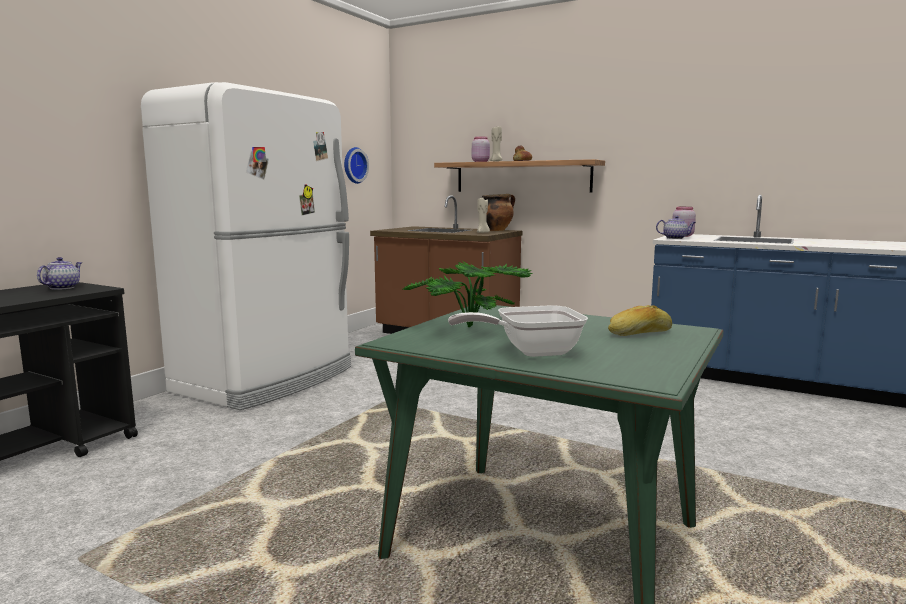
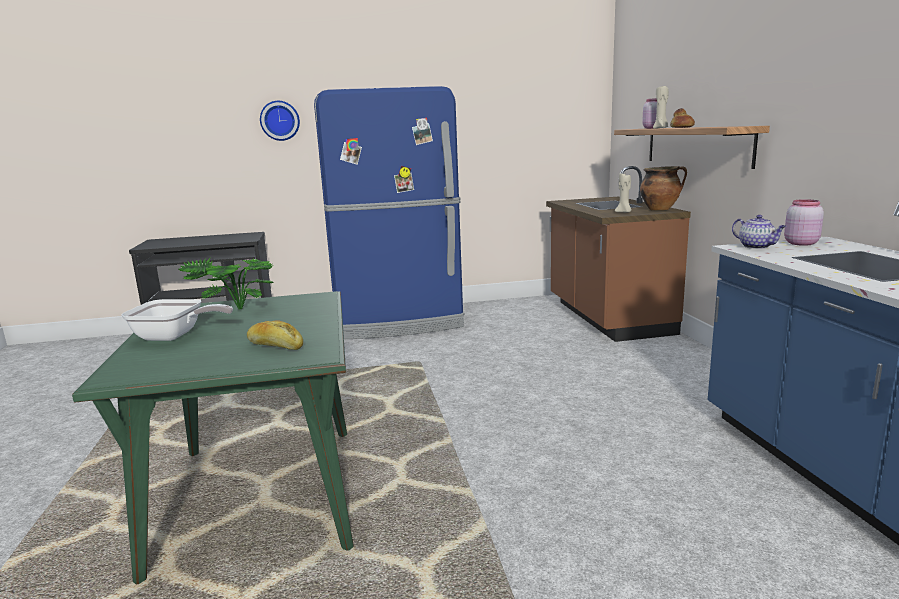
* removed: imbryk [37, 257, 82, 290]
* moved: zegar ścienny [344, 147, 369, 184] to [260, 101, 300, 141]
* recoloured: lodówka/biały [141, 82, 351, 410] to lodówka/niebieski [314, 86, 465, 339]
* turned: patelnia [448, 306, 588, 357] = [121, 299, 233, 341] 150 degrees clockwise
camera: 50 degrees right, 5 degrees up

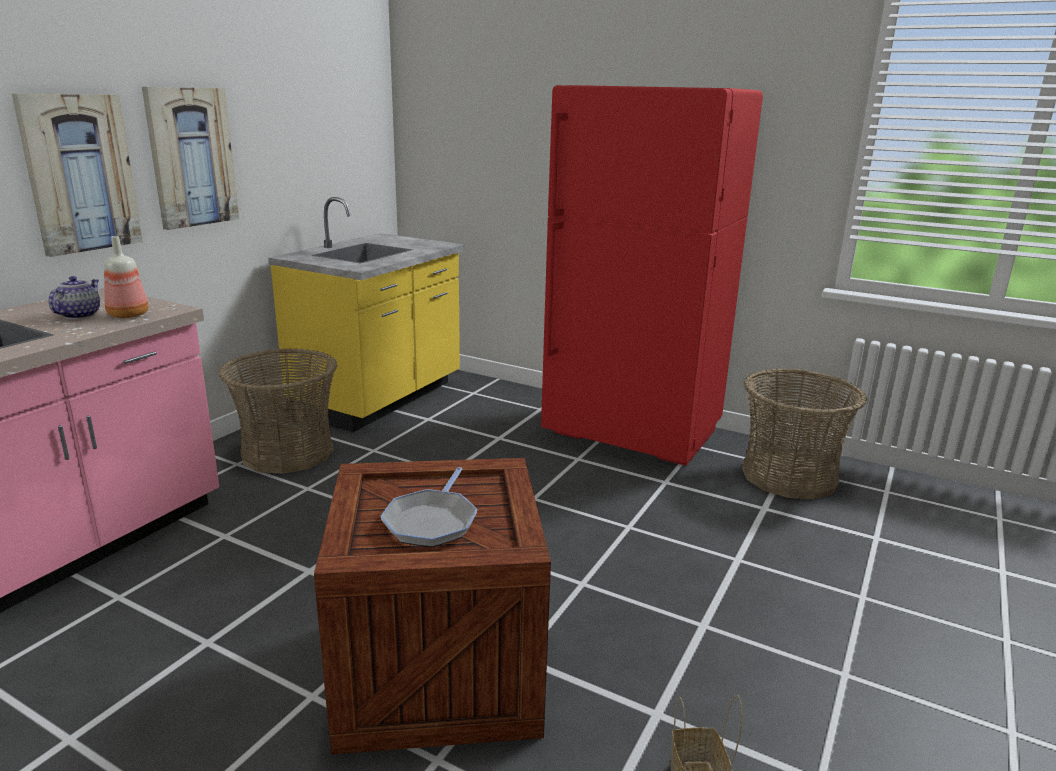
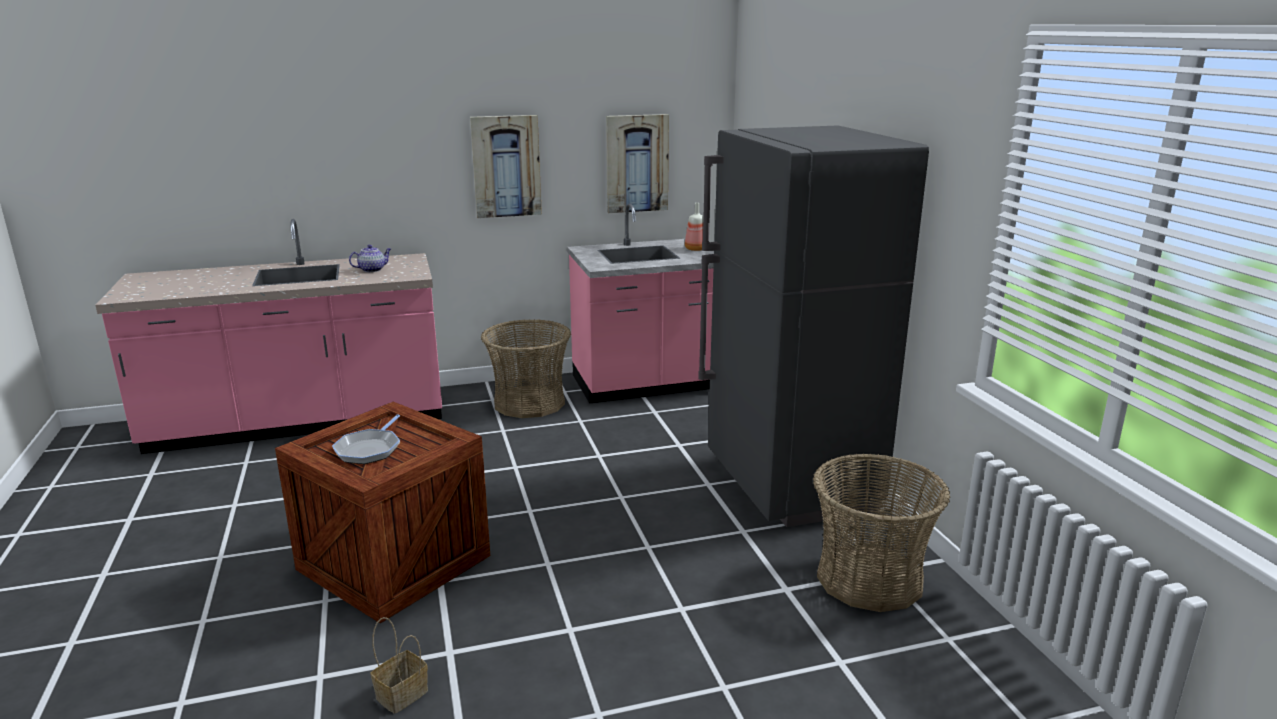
* moved: obraz [12, 94, 143, 257] to [606, 114, 669, 213]
* moved: butelka [104, 236, 148, 318] to [685, 203, 704, 251]
* recoloured: zabudowa kuchenna/żółty [268, 197, 465, 432] to zabudowa kuchenna/różowy [567, 203, 714, 404]
* recoloured: lodówka/czerwony [541, 85, 763, 466] to lodówka/szary [698, 125, 929, 527]
* turned: patelnia [380, 467, 477, 547] = [332, 414, 400, 464] 45 degrees counterclockwise
camera: 45 degrees right, 0 degrees up

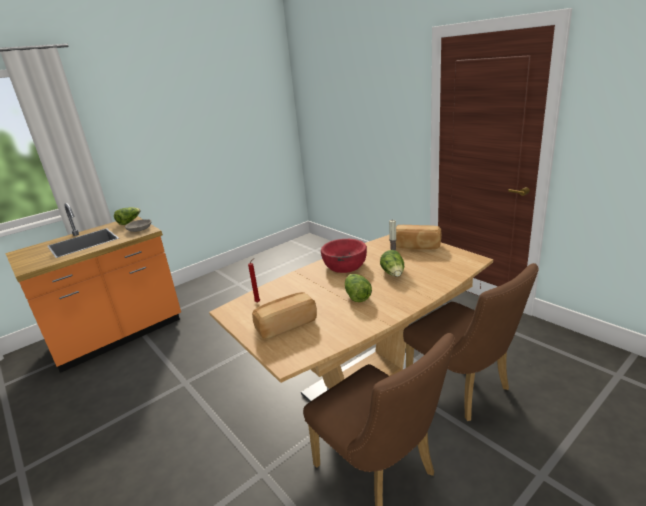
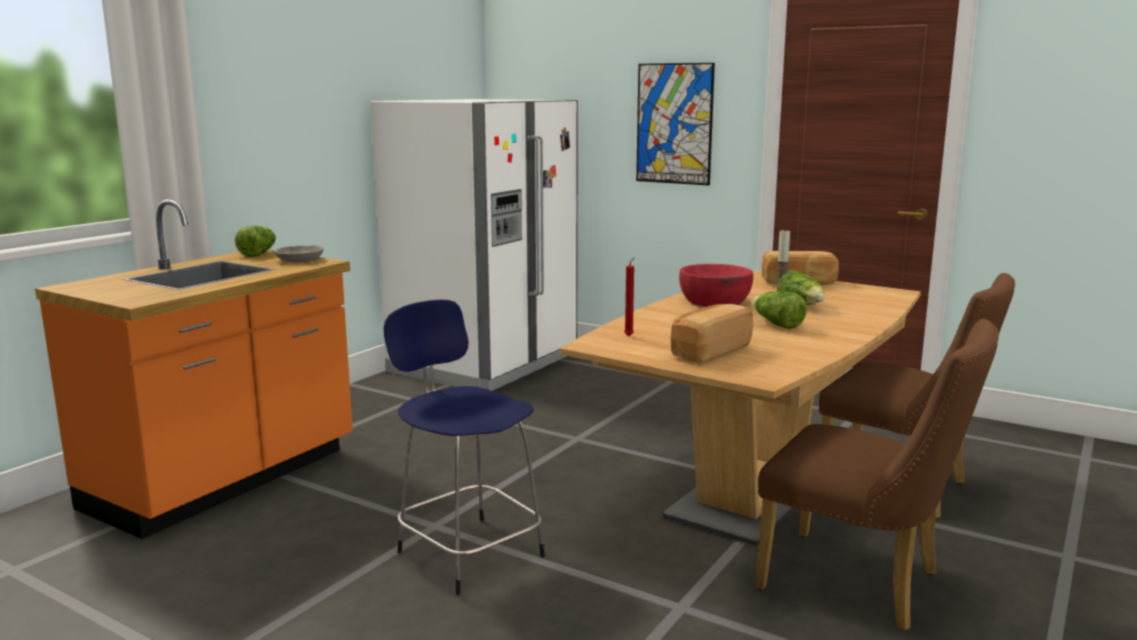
* added: lodówka/biały [371, 99, 578, 391]
* added: stołek/niebieski [384, 300, 545, 595]
* added: obraz [636, 63, 715, 186]
camera: 20 degrees left, 10 degrees down

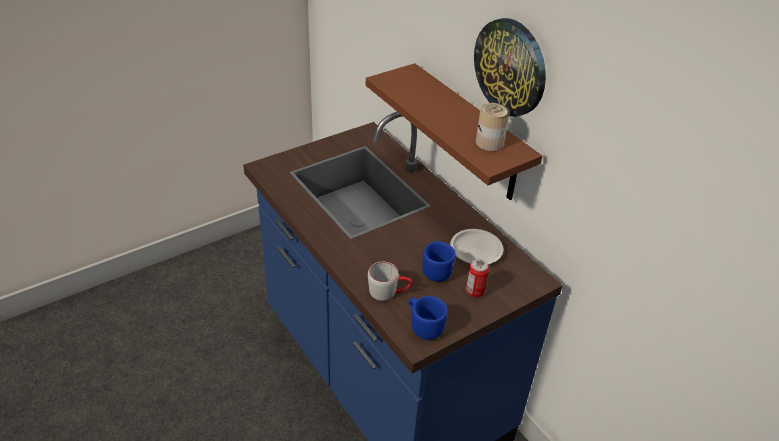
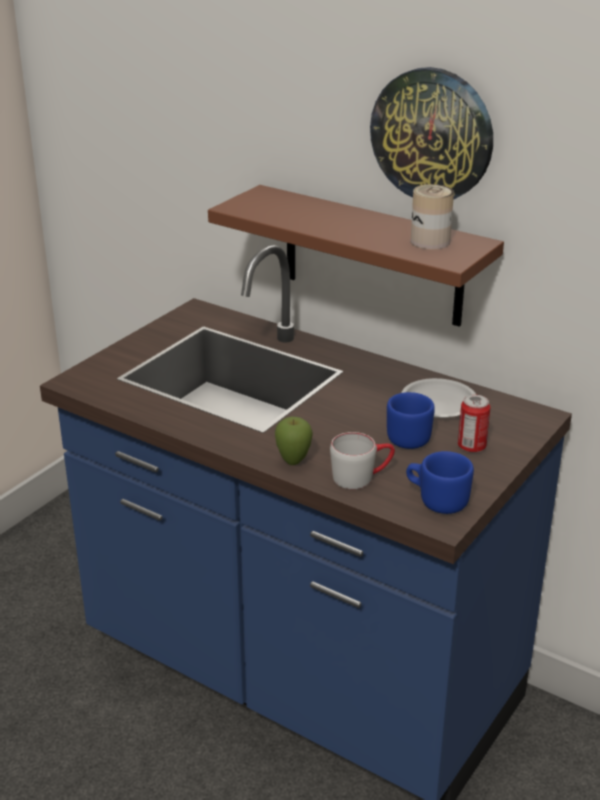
* added: jabłko [275, 417, 313, 465]
camera: 20 degrees left, 10 degrees down

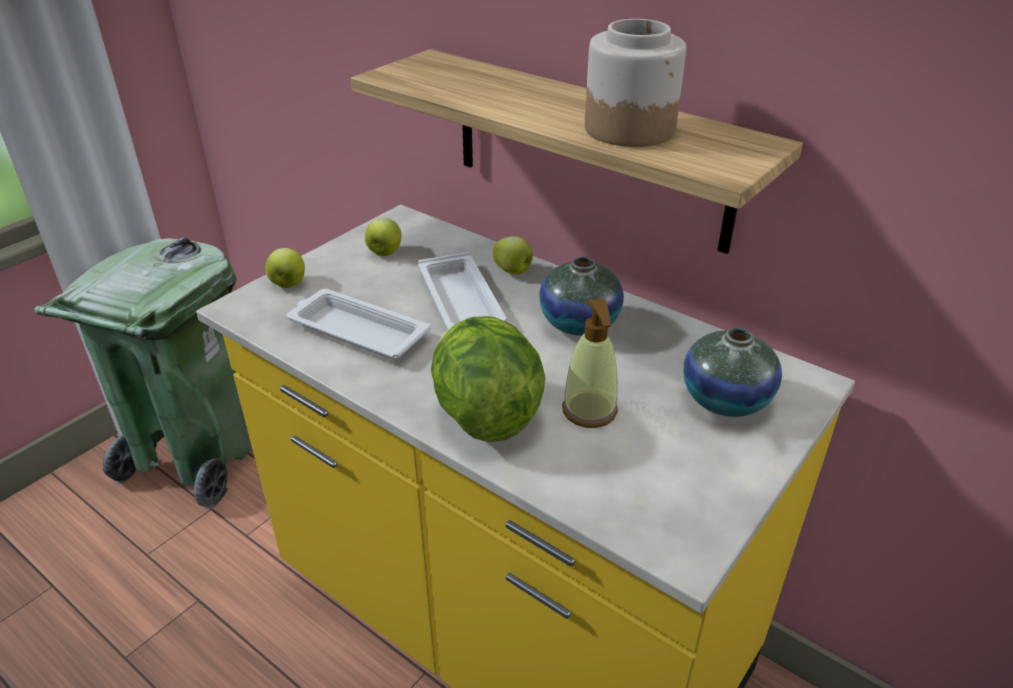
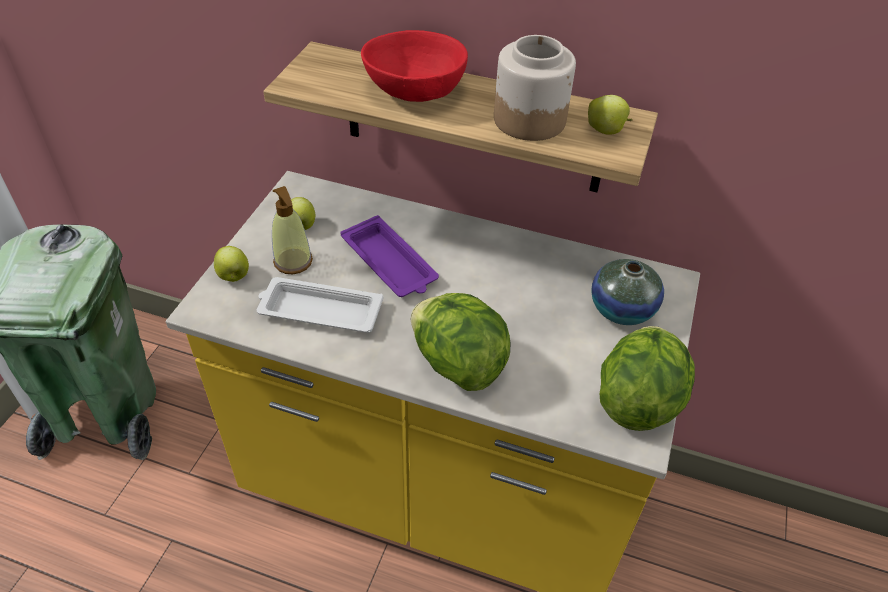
* removed: wazon [539, 257, 624, 336]
* added: miska/czerwony [361, 30, 468, 102]
* added: sałata [600, 326, 695, 431]
* moved: jabłko [493, 236, 533, 274] to [588, 95, 632, 135]
* moved: dozownik mydła [562, 299, 618, 428] to [272, 186, 313, 274]
* recoloured: taca/biały [418, 252, 506, 329] to taca/fioletowy [340, 215, 439, 297]
camera: 20 degrees left, 10 degrees up

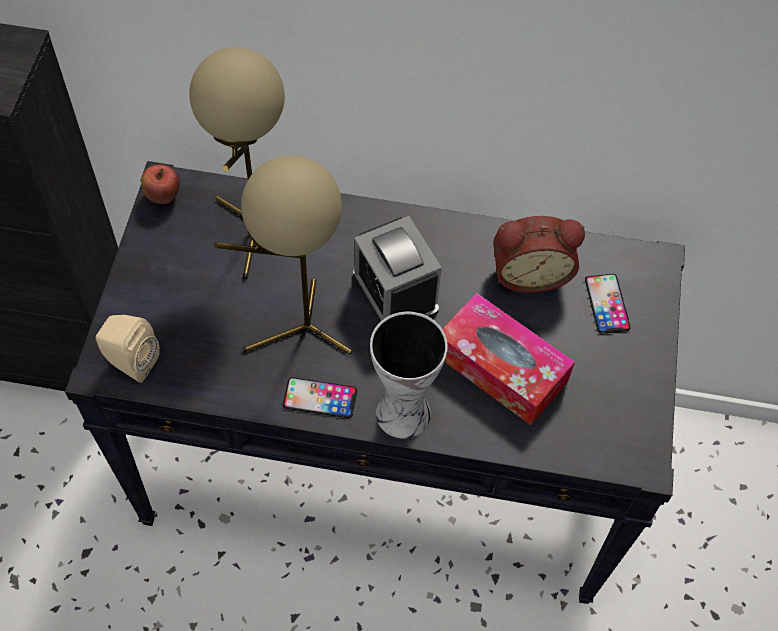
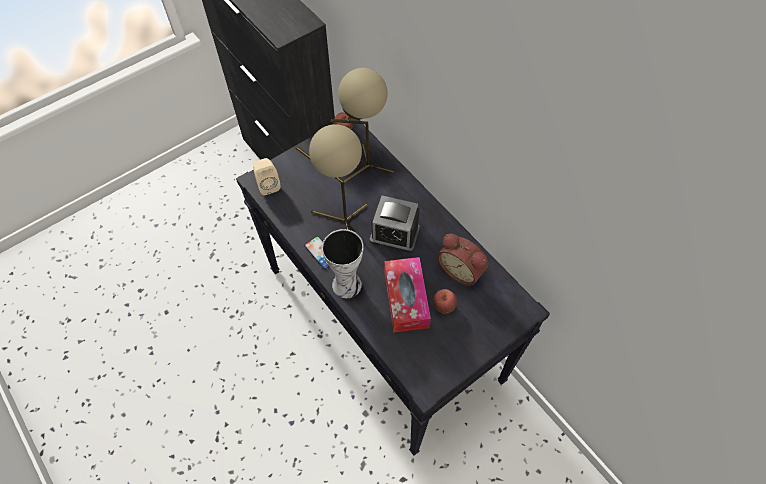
* removed: telefon [585, 274, 631, 334]
* added: jabłko [433, 289, 457, 314]
* turned: budzik [353, 216, 442, 322] = [370, 196, 420, 253] 90 degrees counterclockwise
camera: 45 degrees right, 0 degrees up

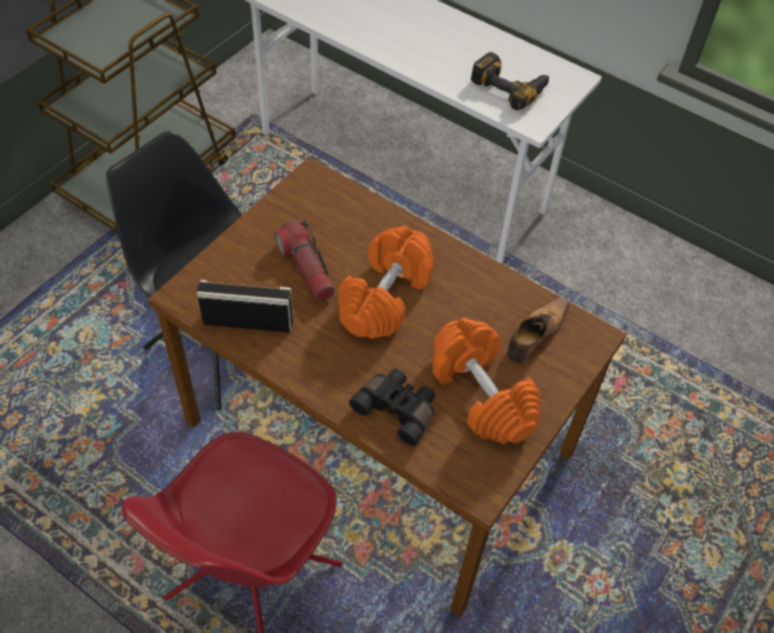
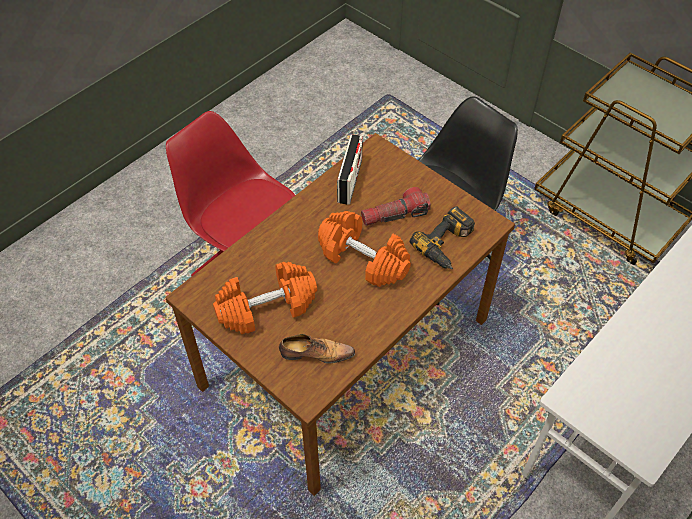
* removed: lornetka/czarny [349, 369, 435, 446]
* moved: wiertarka [471, 52, 549, 110] to [410, 206, 475, 269]
* turned: but [507, 298, 569, 363] = [279, 334, 355, 364] 45 degrees counterclockwise
camera: 100 degrees right, 0 degrees up

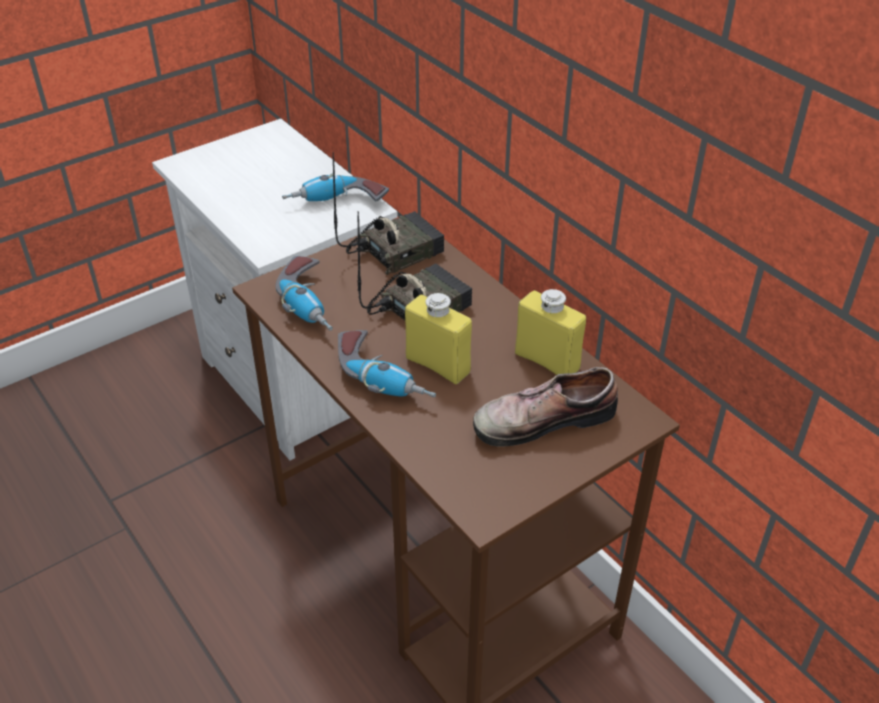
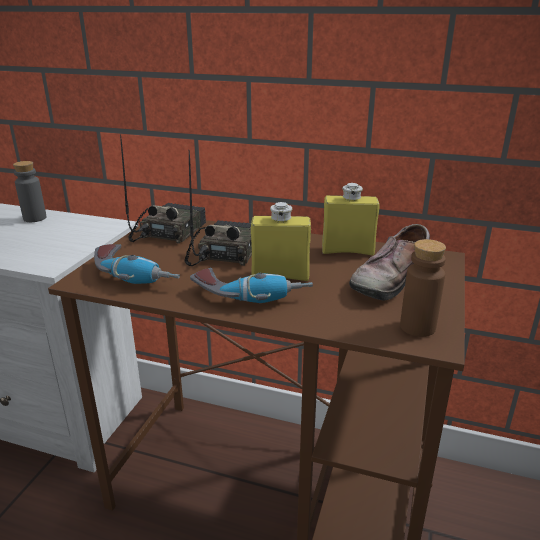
* removed: wiertarka [282, 173, 389, 201]
* added: butelka/szary [13, 161, 47, 222]
* added: butelka/brązowy [400, 239, 446, 337]
camera: 35 degrees left, 15 degrees down

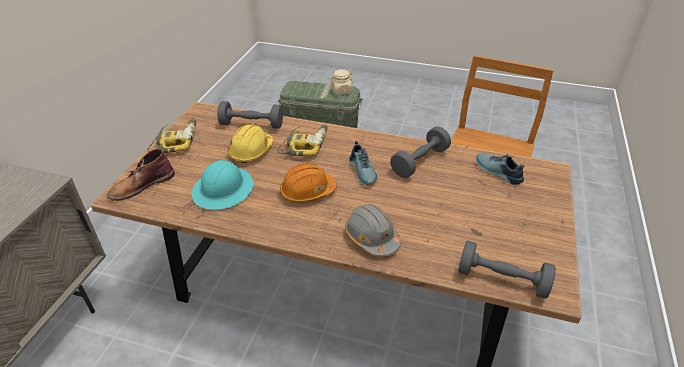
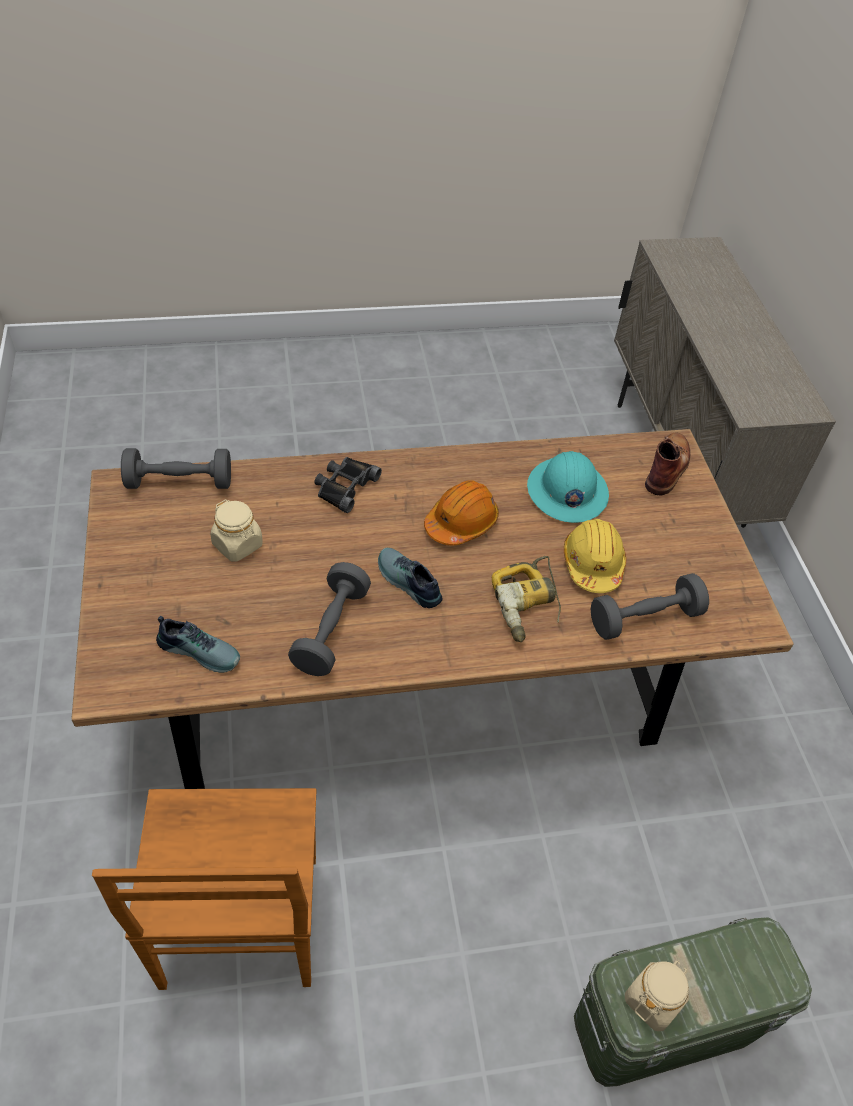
* removed: wiertarka [148, 119, 196, 153]
* added: słoik/beżowy [211, 499, 263, 562]
* replaced: kask/szary [345, 204, 401, 257] to lornetka/czarny [314, 457, 382, 513]
camera: 150 degrees right, 10 degrees up

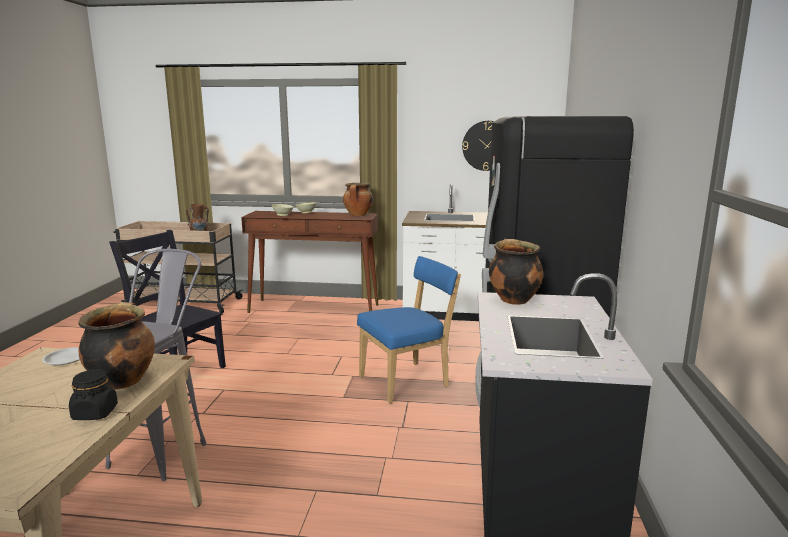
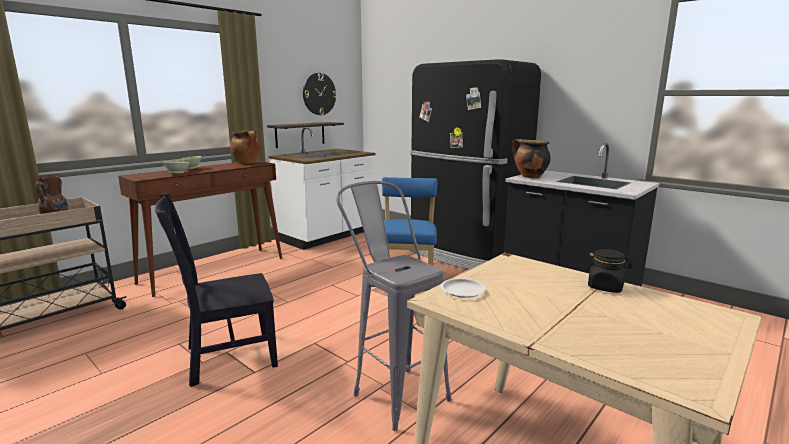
* removed: garnek [78, 302, 155, 390]
* added: półka [267, 122, 344, 148]
camera: 55 degrees left, 0 degrees up

